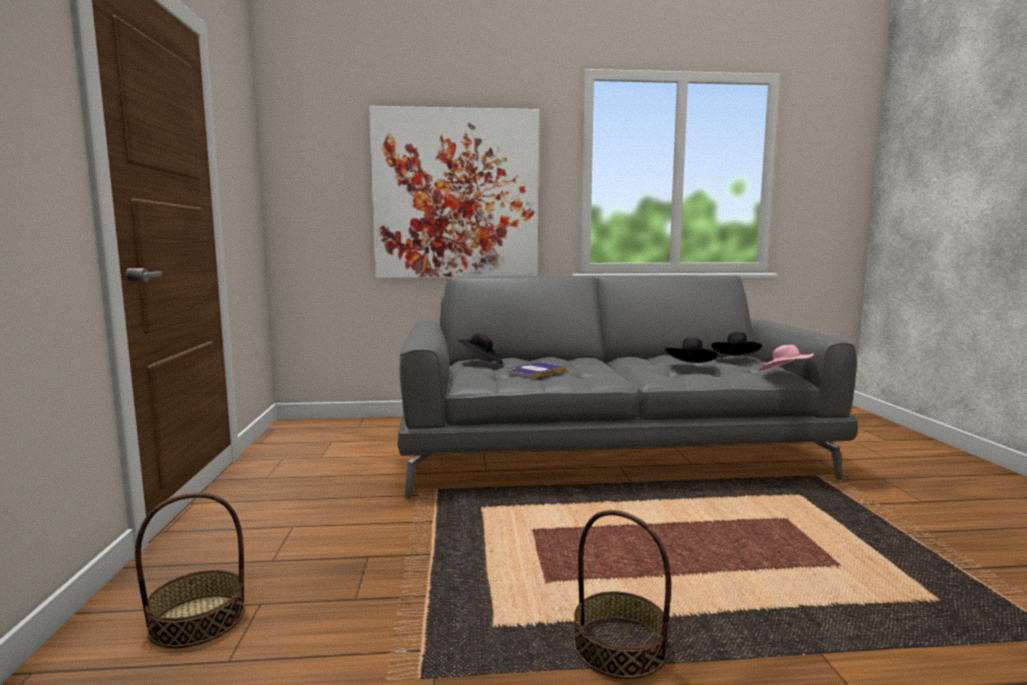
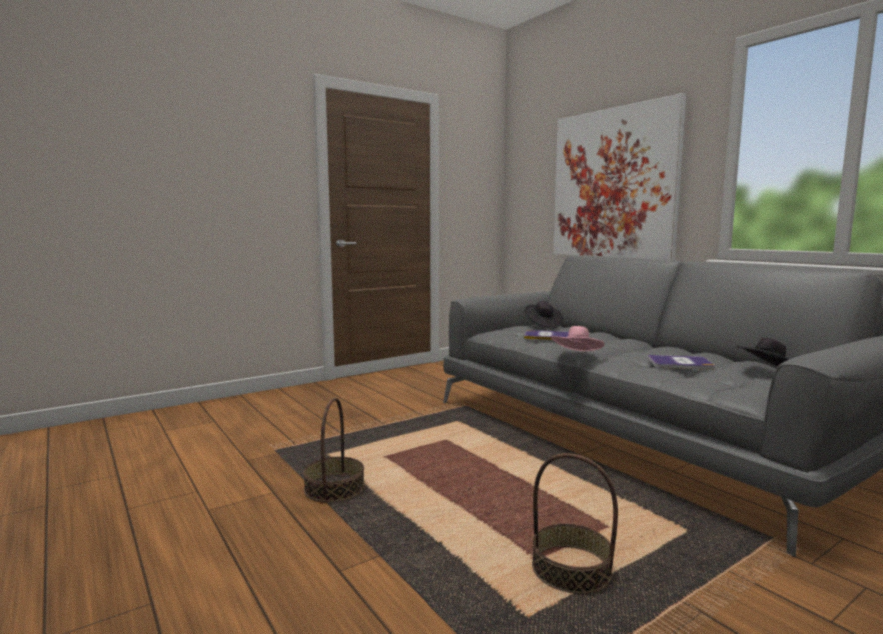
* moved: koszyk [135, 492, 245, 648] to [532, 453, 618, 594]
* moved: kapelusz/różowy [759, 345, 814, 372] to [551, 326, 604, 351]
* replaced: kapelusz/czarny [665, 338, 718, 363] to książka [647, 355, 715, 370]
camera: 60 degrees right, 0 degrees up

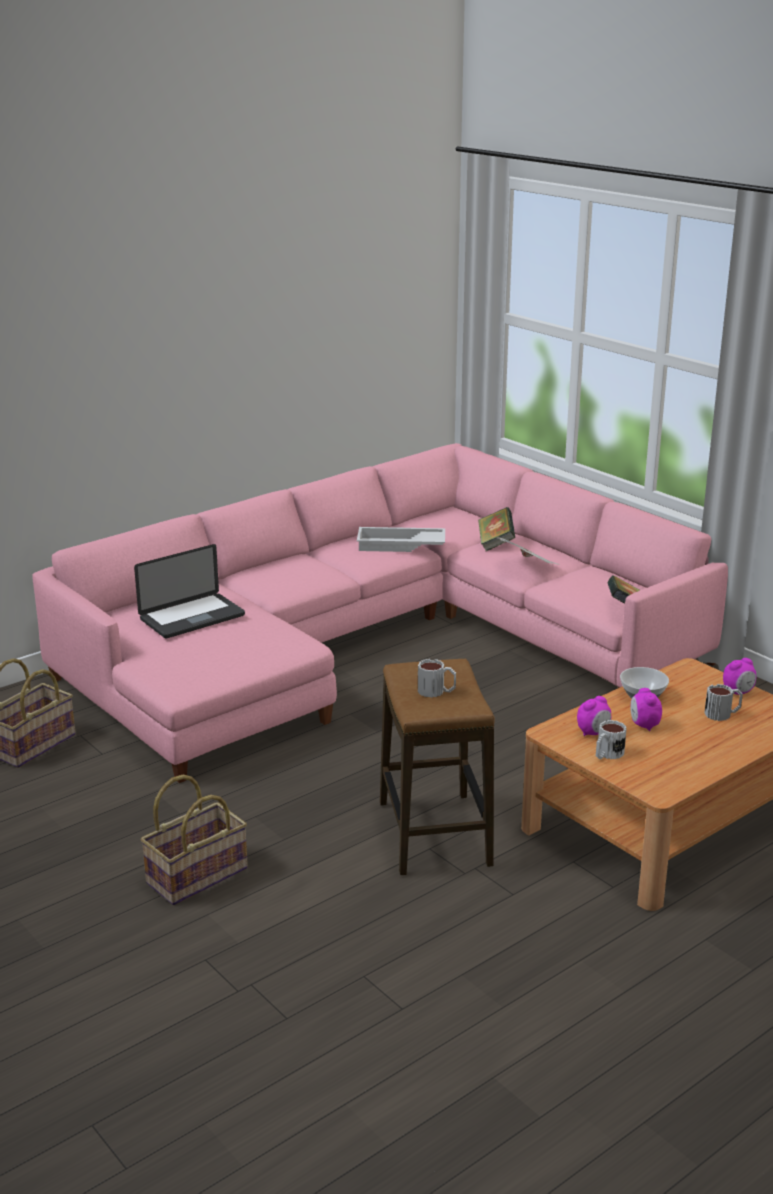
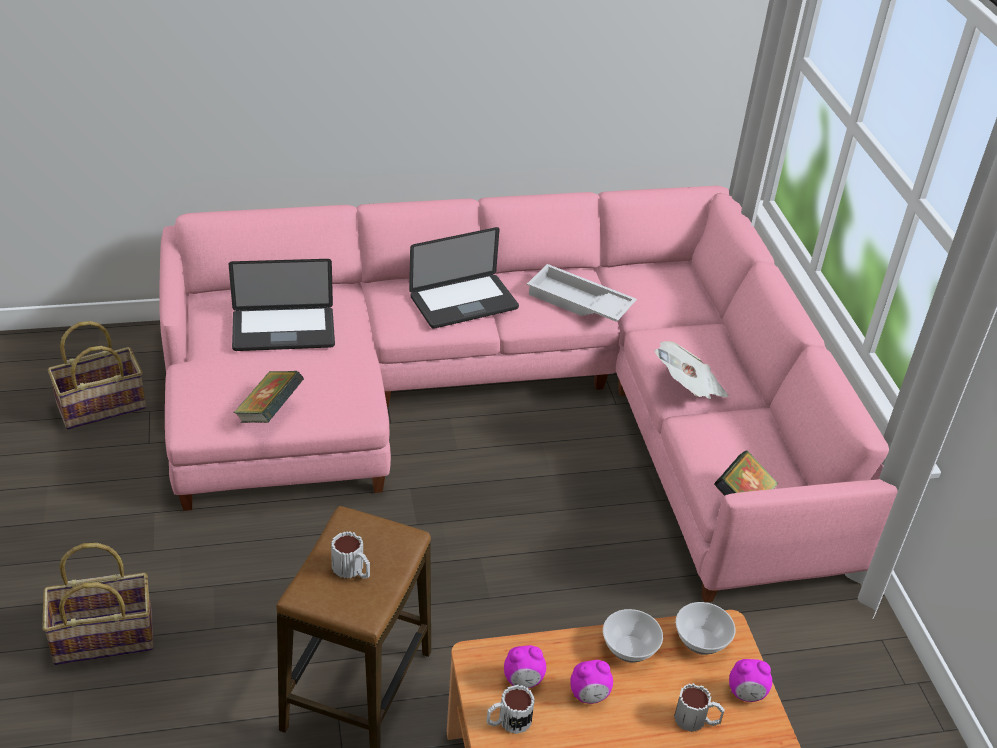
* added: laptop [409, 227, 519, 329]
* added: miska [676, 602, 735, 655]
* moved: książka [478, 507, 515, 551] to [234, 371, 304, 423]
* turned: budzik [630, 688, 662, 731] = [570, 660, 613, 704] 120 degrees counterclockwise
camera: 25 degrees right, 15 degrees up

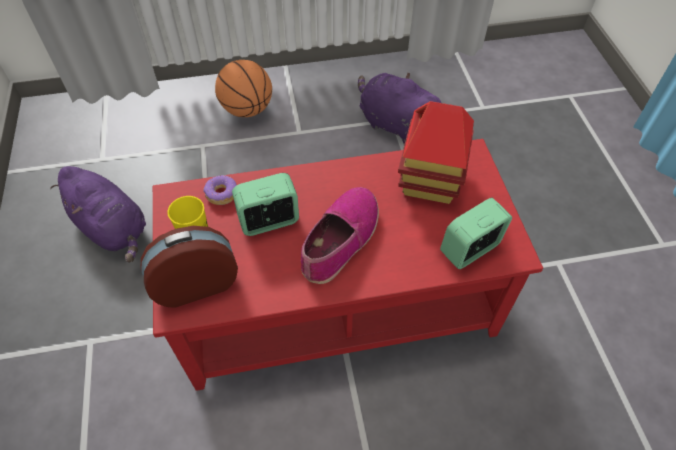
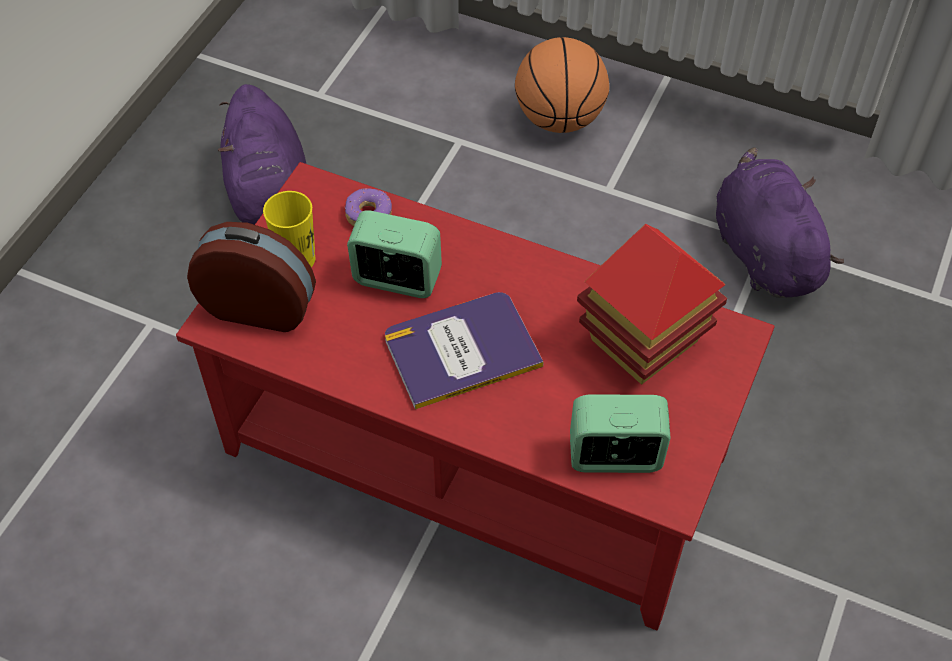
* replaced: but [301, 187, 379, 284] to książka [385, 292, 543, 409]
camera: 35 degrees right, 0 degrees up

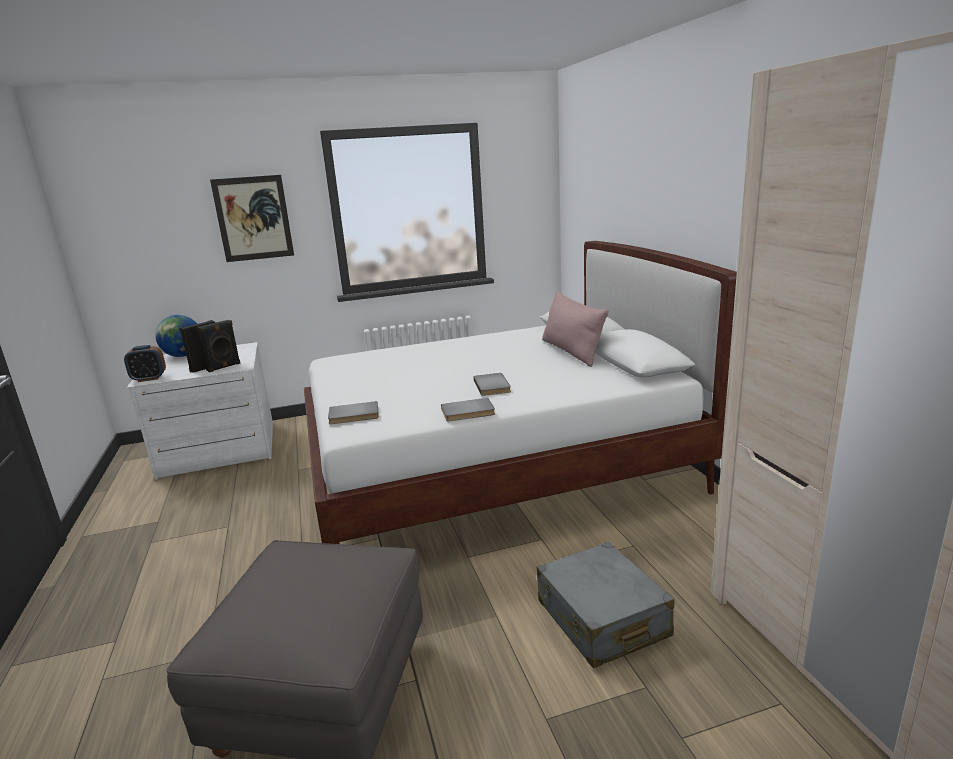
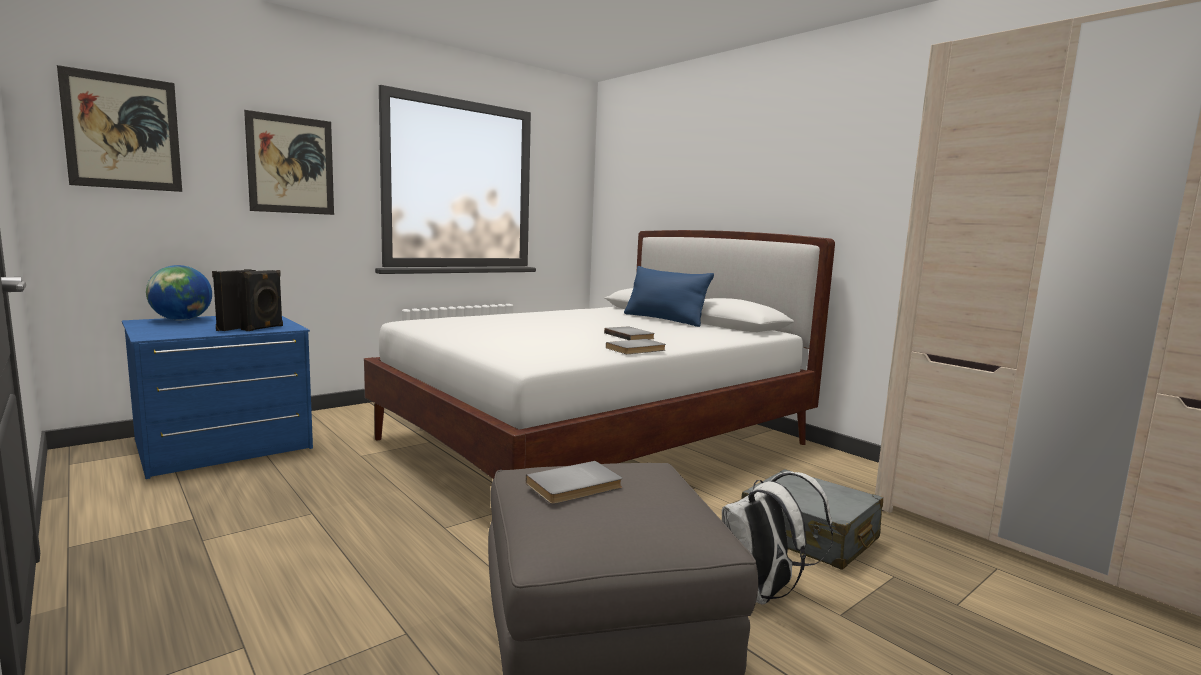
* removed: budzik [124, 345, 166, 382]
* added: obraz [57, 65, 182, 192]
* added: plecak/biały [722, 471, 833, 605]
* moved: książka/szary [328, 401, 379, 424] to [526, 461, 623, 504]
* recoloured: komoda/biały [127, 342, 273, 480] to komoda/niebieski [122, 316, 313, 479]
* recoloured: poduszka/różowy [542, 291, 609, 367] to poduszka/niebieski [624, 266, 714, 327]
camera: 25 degrees left, 10 degrees down

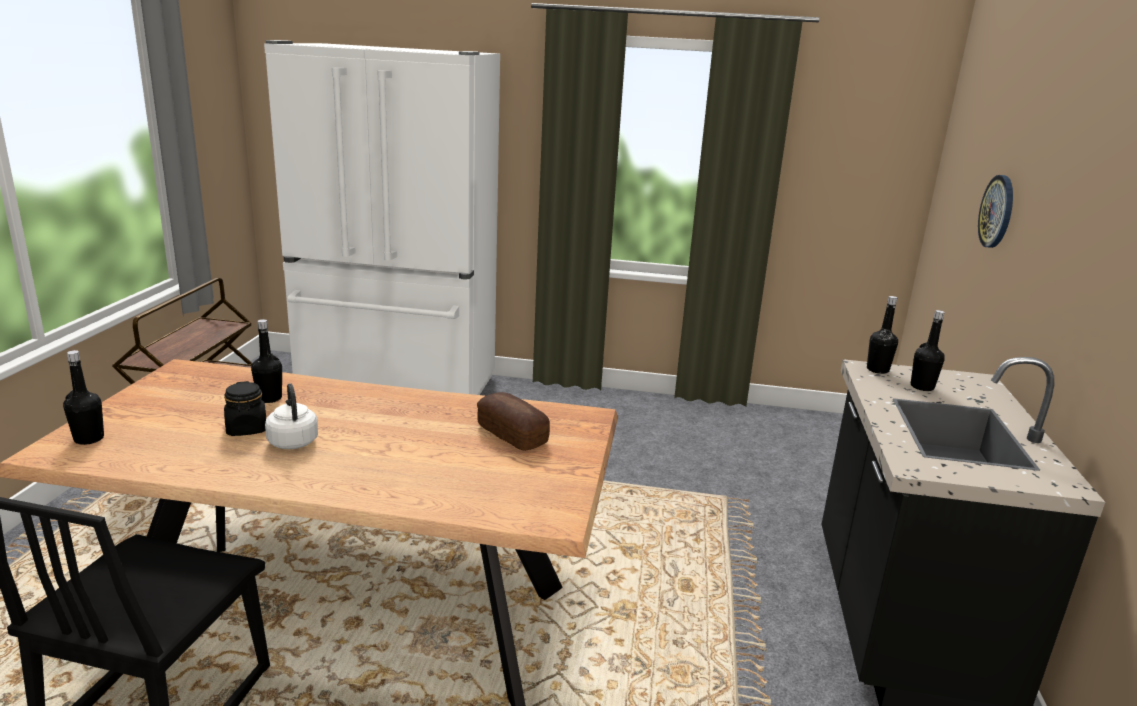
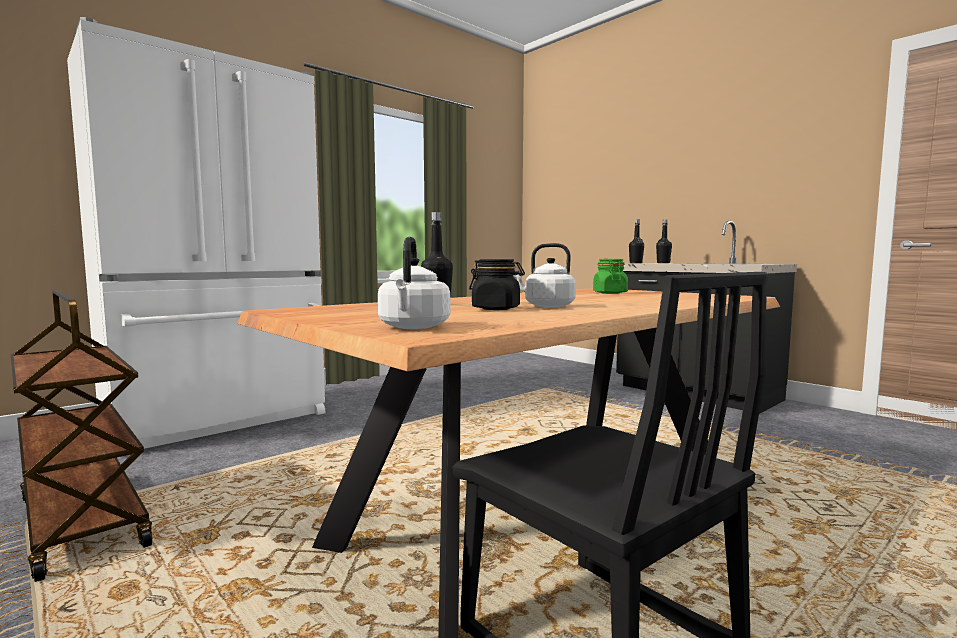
* removed: zegar ścienny [978, 175, 1013, 248]
* replaced: butelka/czarny [63, 350, 104, 445] to czajnik/biały [378, 237, 450, 329]
* replaced: chleb [477, 392, 550, 451] to słoik/zielony [593, 259, 628, 294]
camera: 50 degrees left, 15 degrees down

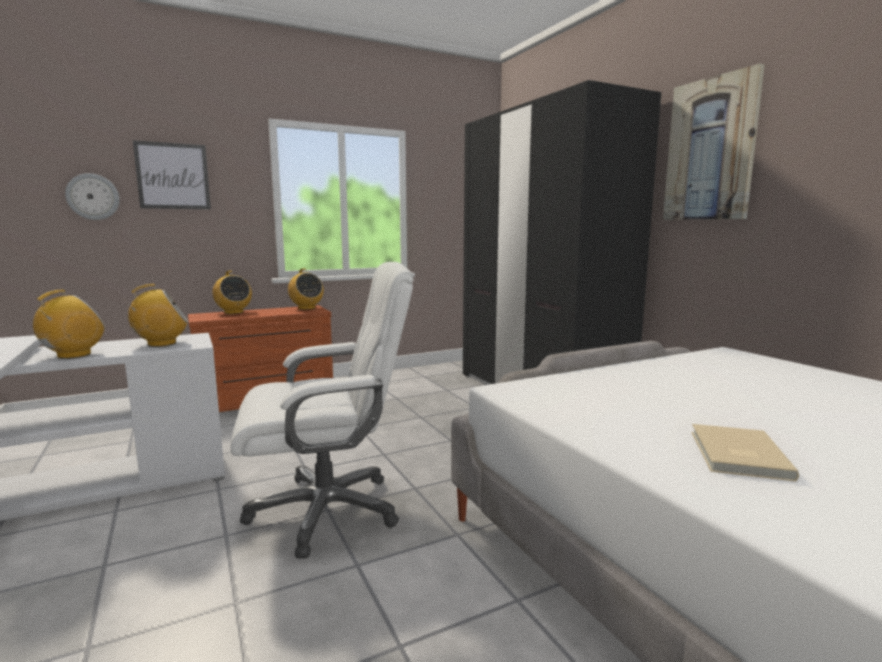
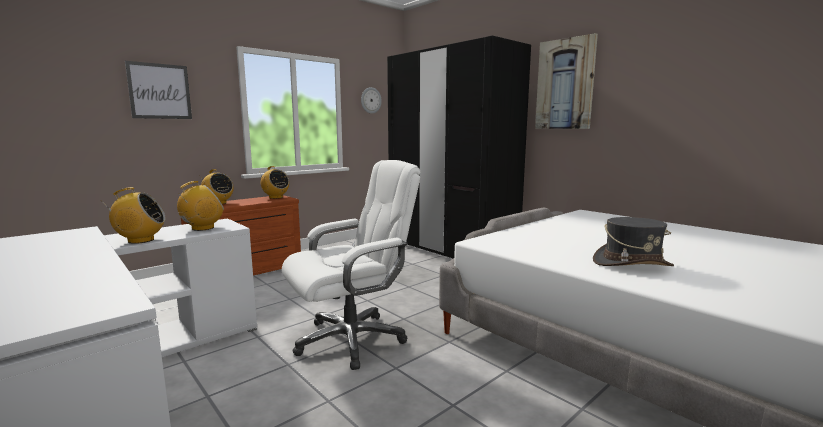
* moved: zegar ścienny [65, 173, 120, 220] to [361, 87, 382, 114]
* replaced: książka/beżowy [691, 424, 799, 482] to kapelusz/szary [593, 217, 674, 266]
* turned: radio [33, 290, 105, 359] = [108, 187, 166, 244] 60 degrees clockwise
camera: 15 degrees left, 0 degrees up

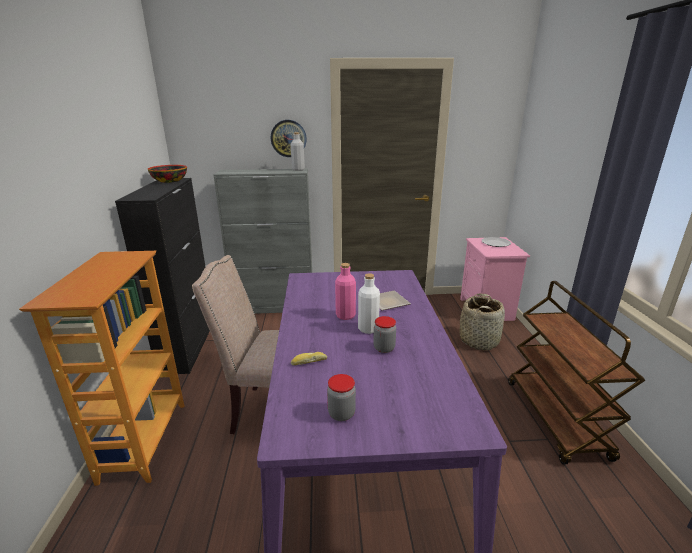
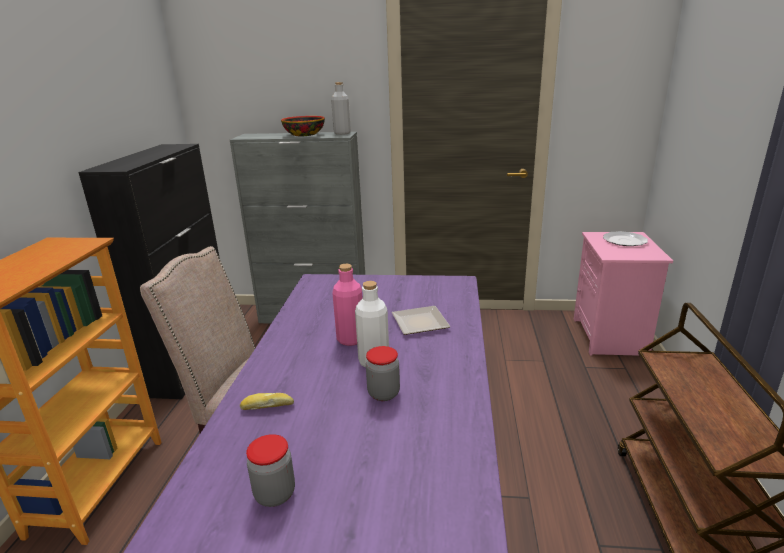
* removed: zegar ścienny [271, 120, 307, 157]
* removed: koszyk [459, 294, 505, 350]
* moved: miska [148, 165, 187, 183] to [281, 116, 325, 136]
camera: 10 degrees right, 0 degrees up

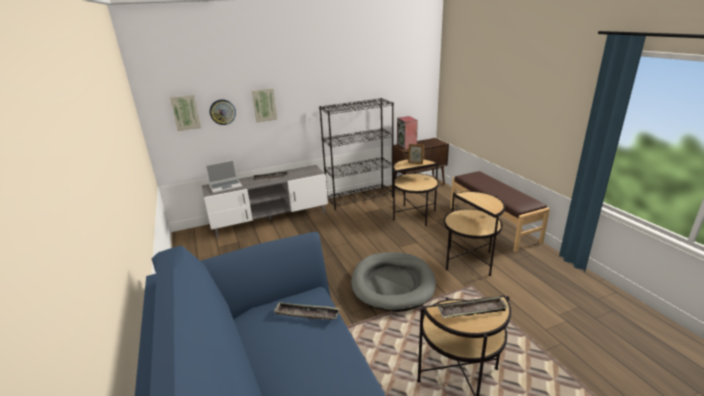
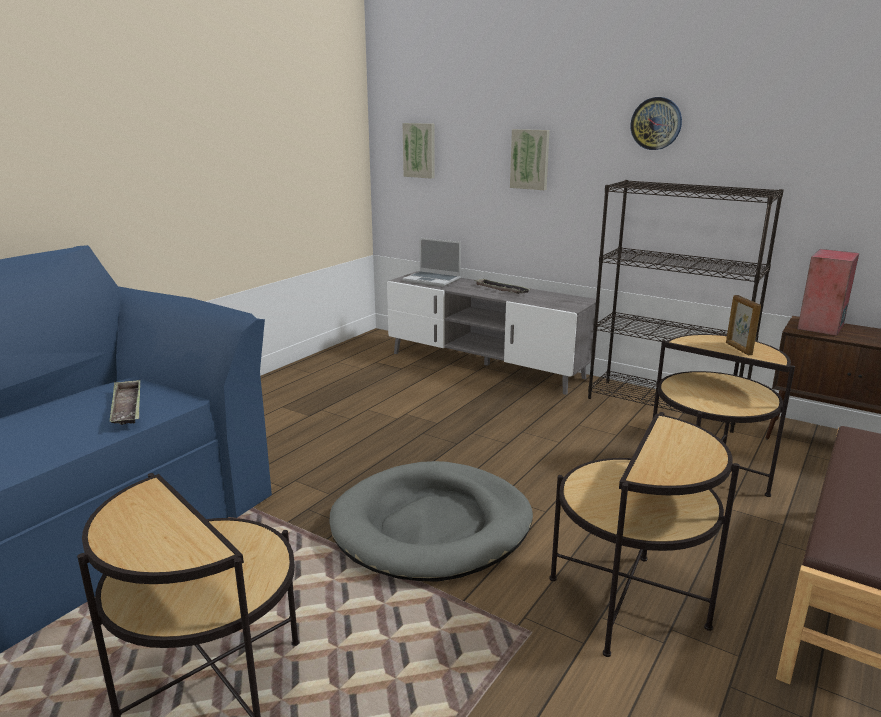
* removed: taca [437, 296, 508, 318]
* moved: zegar ścienny [209, 99, 236, 125] to [631, 97, 682, 150]
camera: 55 degrees right, 5 degrees down

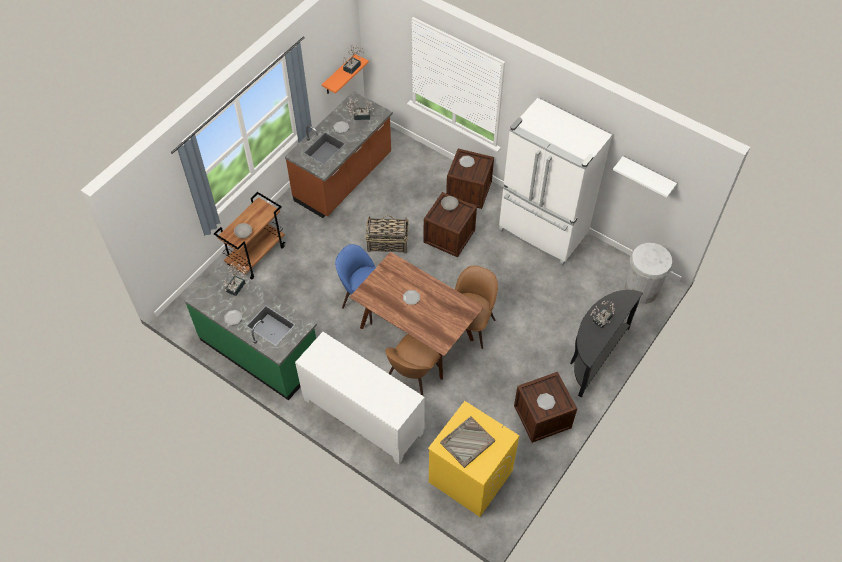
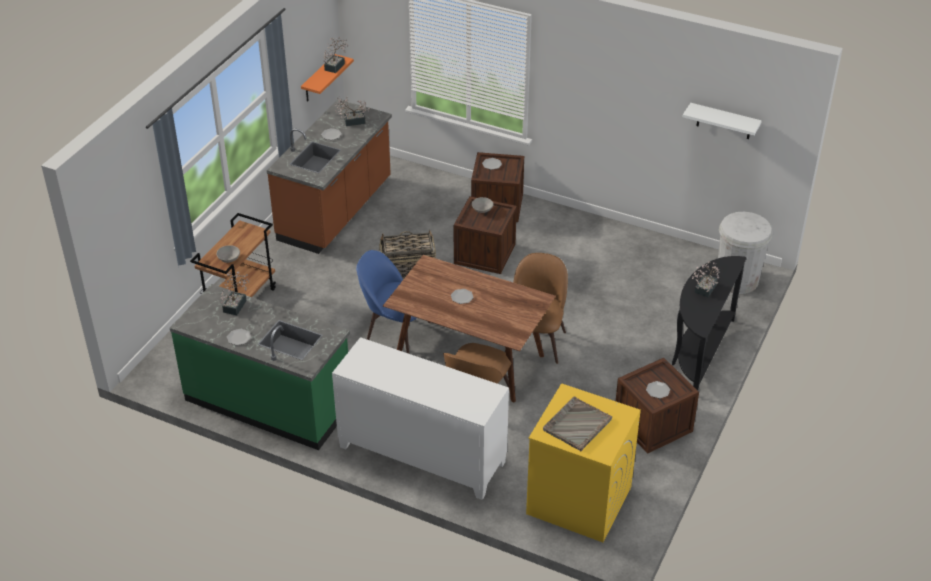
* removed: lodówka/biały [498, 98, 612, 266]
camera: 10 degrees left, 15 degrees down

